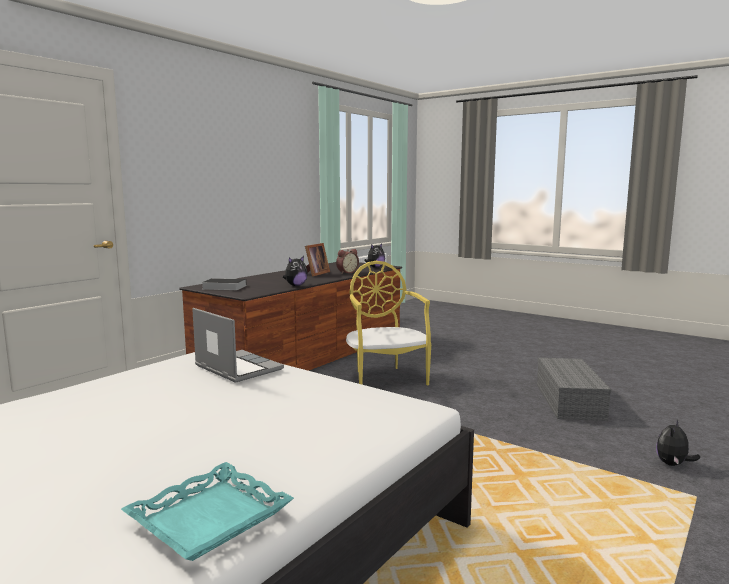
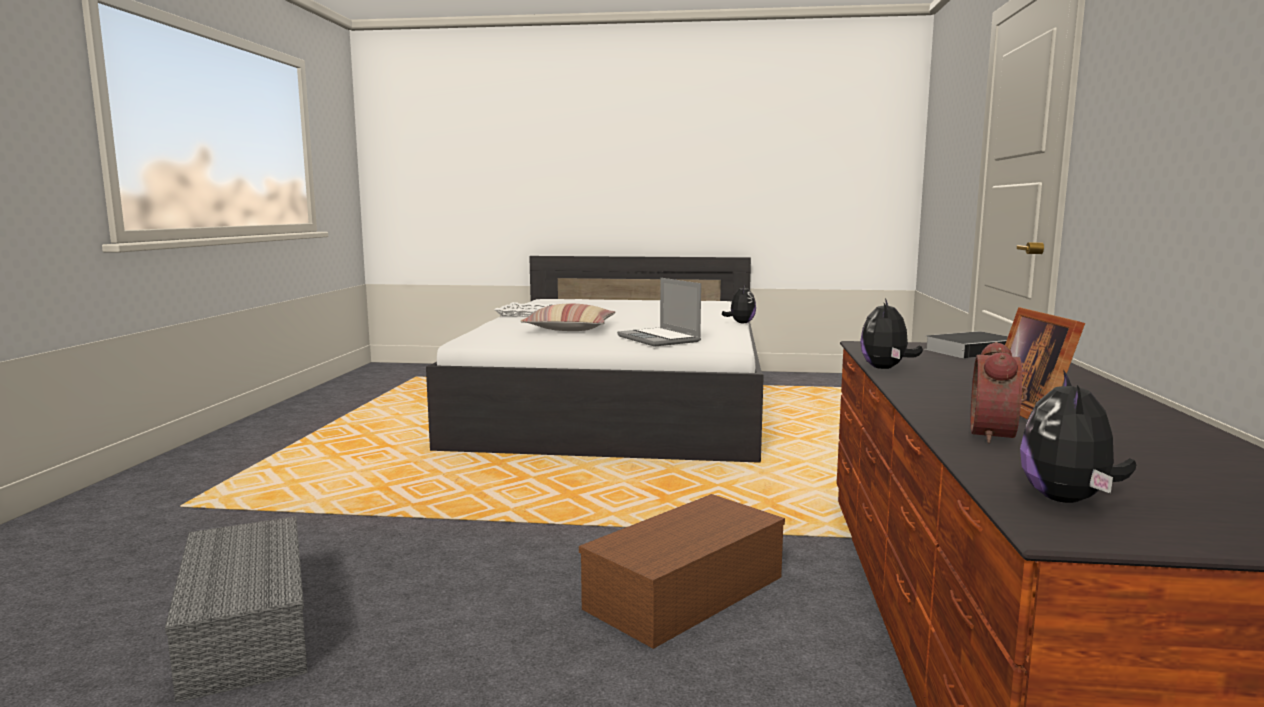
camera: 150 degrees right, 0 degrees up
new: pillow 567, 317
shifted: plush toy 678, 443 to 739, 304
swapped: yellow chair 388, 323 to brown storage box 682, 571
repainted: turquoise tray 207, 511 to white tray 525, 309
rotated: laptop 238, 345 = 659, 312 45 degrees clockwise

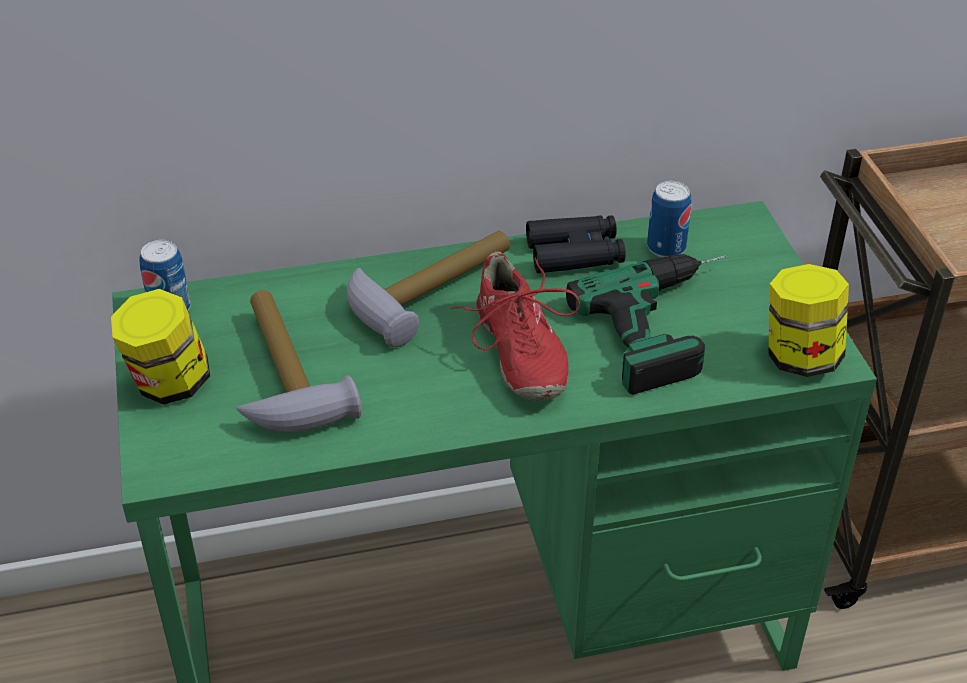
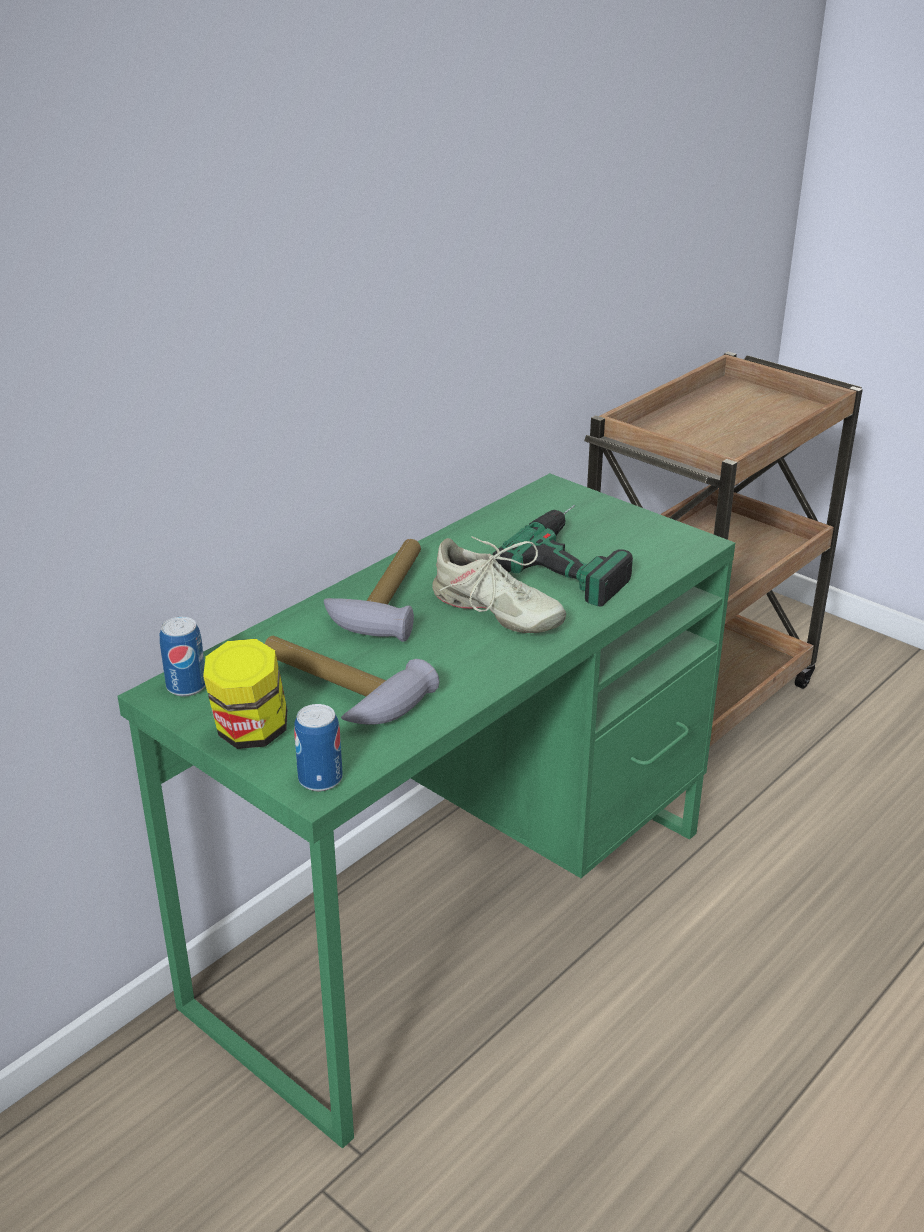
camera: 35 degrees left, 10 degrees down
gone: black binoculars 576, 244; jar 809, 320
shifted: can 669, 219 to 318, 747
repainted: red shoe 515, 326 to beige shoe 499, 584

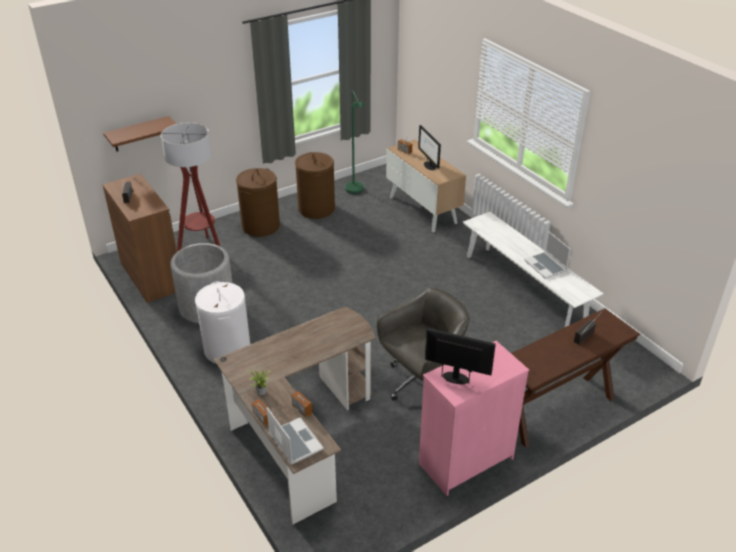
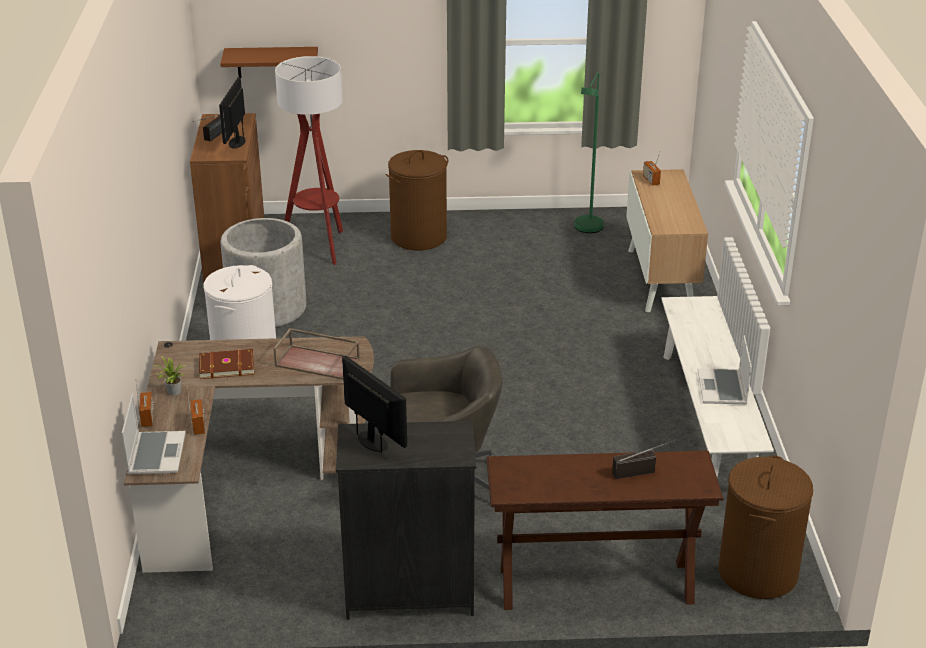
camera: 30 degrees right, 5 degrees down
new: brown tray 316, 354; brown book 226, 364
shifted: monitor 429, 147 to 232, 113; brown laundry basket 315, 185 to 765, 527
repainted: pink dresser 474, 418 to black dresser 406, 520

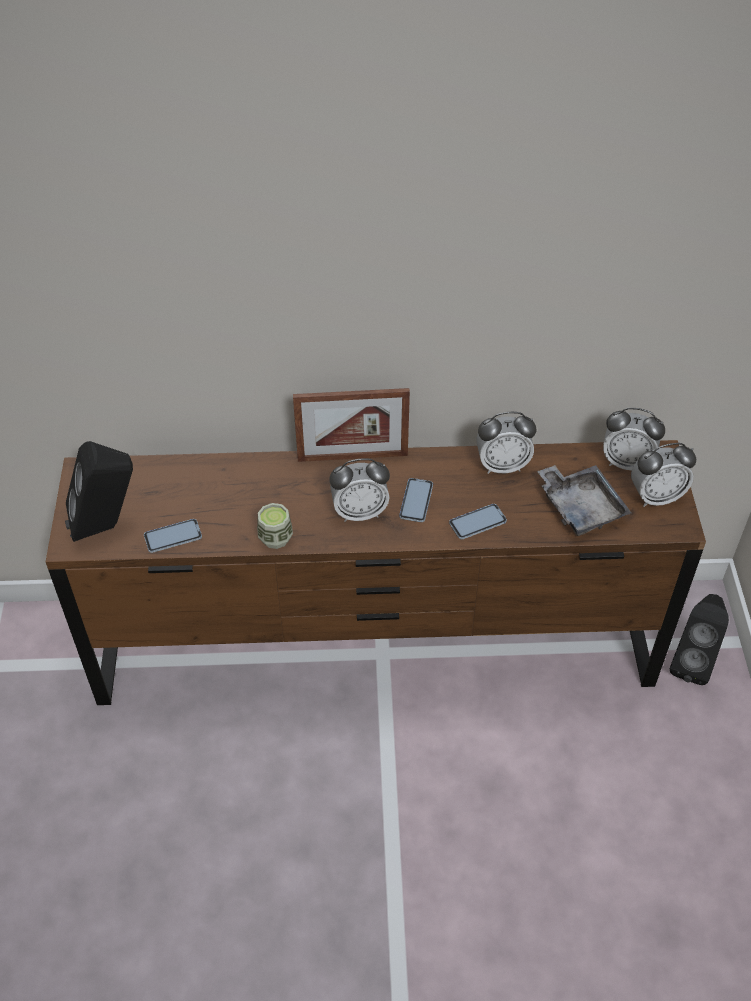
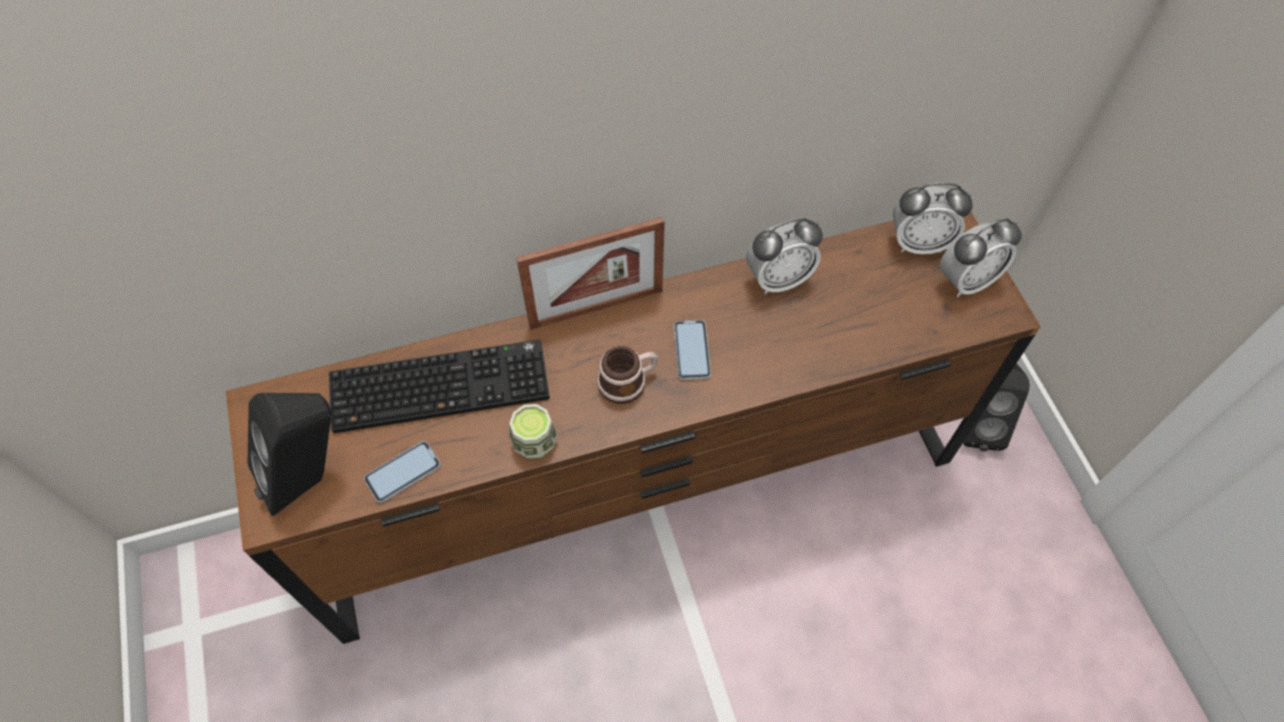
camera: 15 degrees left, 10 degrees up
gone: grey tray 584, 500; phone 478, 521
new: keyboard 439, 386
swapped: alarm clock 359, 490 to mug 627, 375

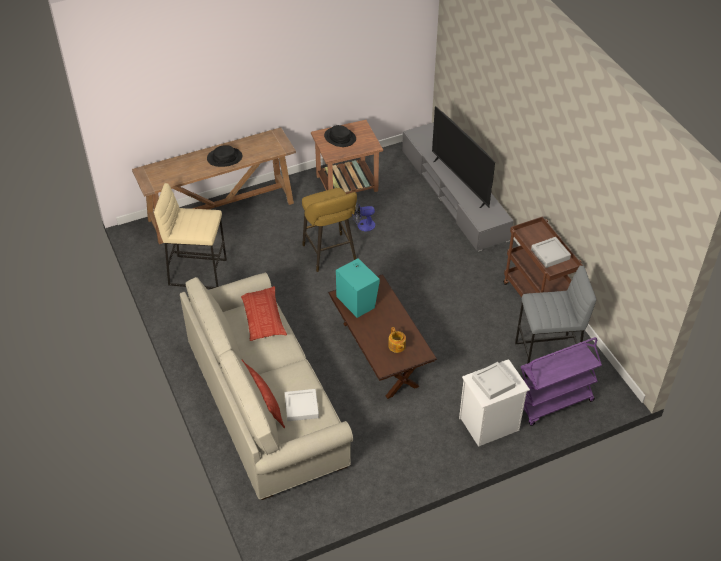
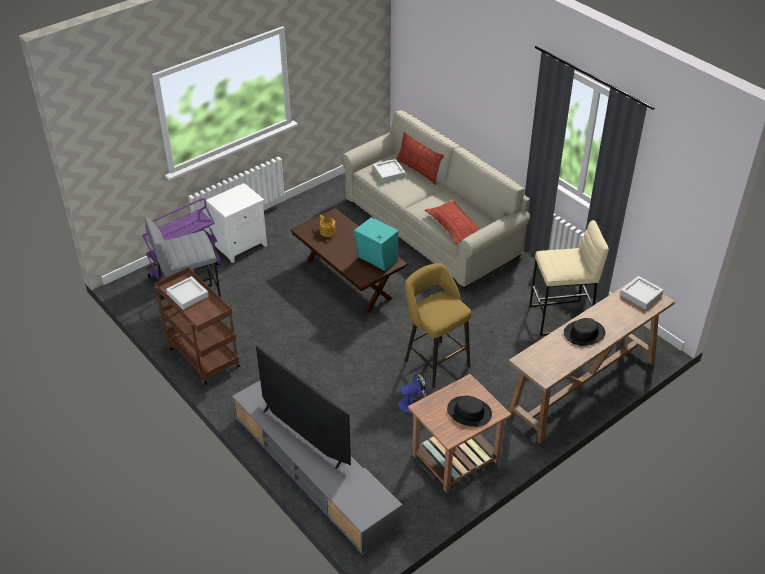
camera: 165 degrees right, 5 degrees down
shifted: grey tray 494, 381 to 642, 293

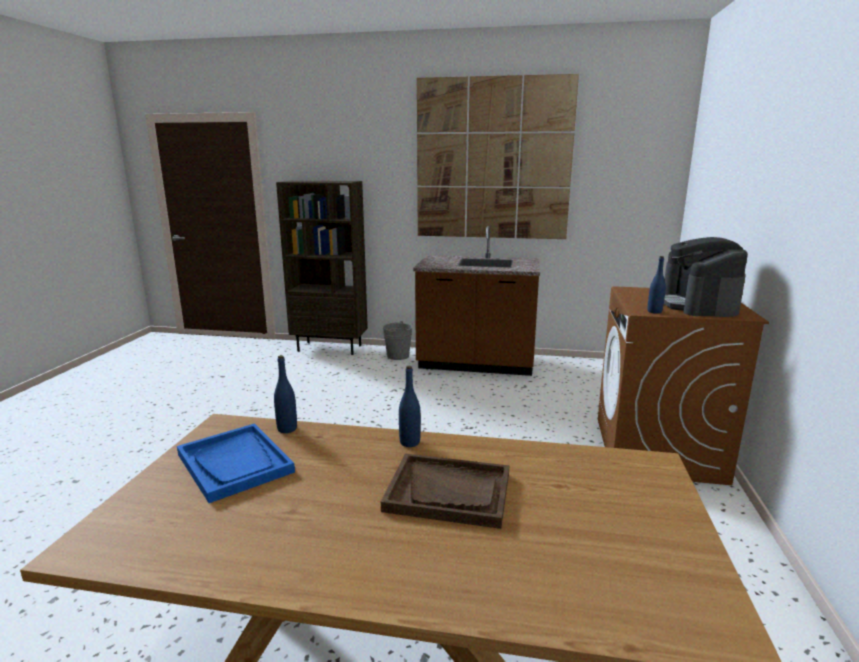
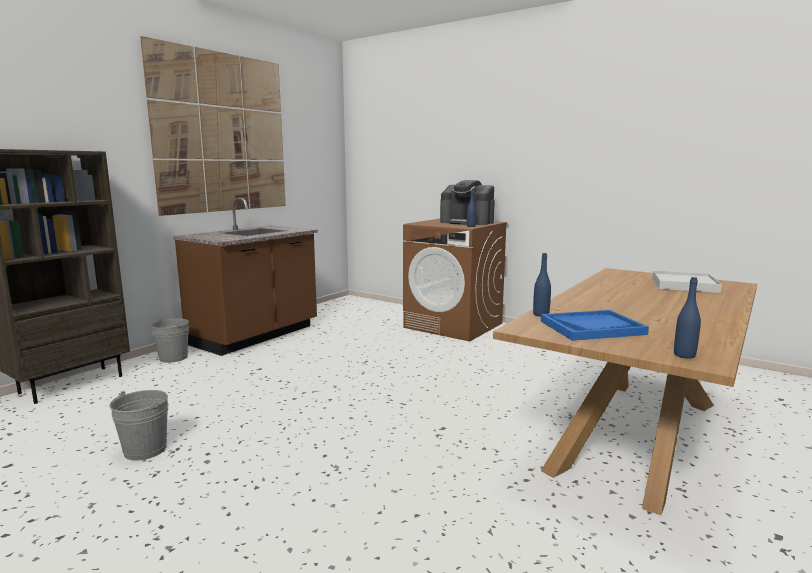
camera: 65 degrees left, 5 degrees down
gone: brown tray 445, 491
new: white tray 687, 282; grey bucket 138, 425
shifted: blue bottle 410, 406 to 687, 318

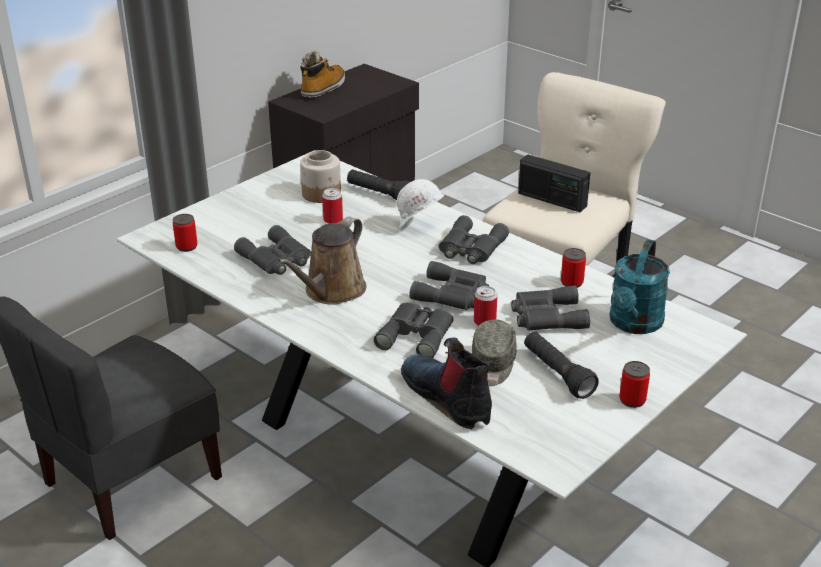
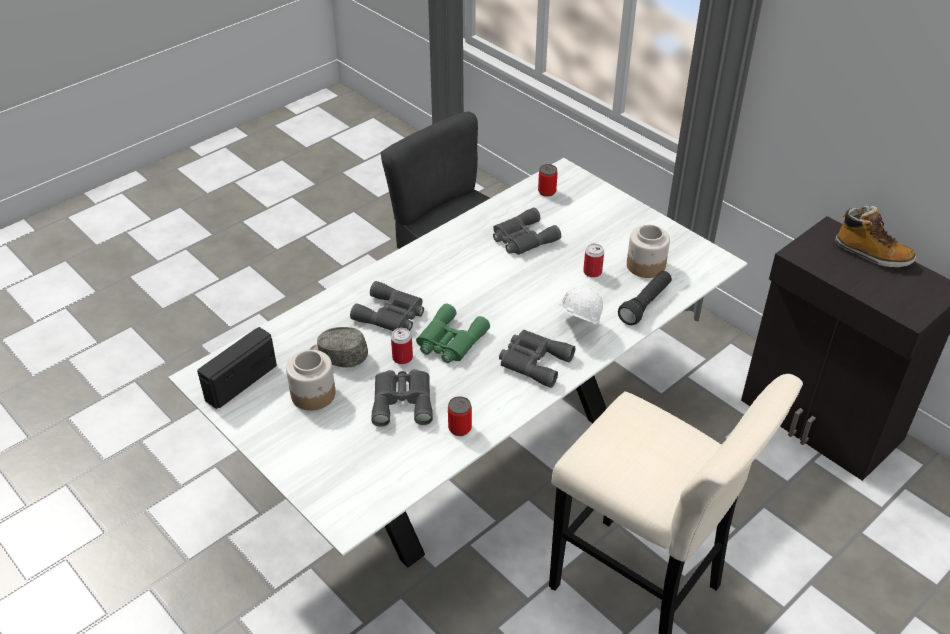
camera: 95 degrees right, 10 degrees up
gone: brown watering can 322, 261; turquoise watering can 639, 286; boot 447, 383; can 634, 384
shifted: radio 554, 183 to 237, 368
swapped: black flashlight 561, 365 to jar 310, 380
repainted: grey binoculars 449, 285 to green binoculars 453, 333

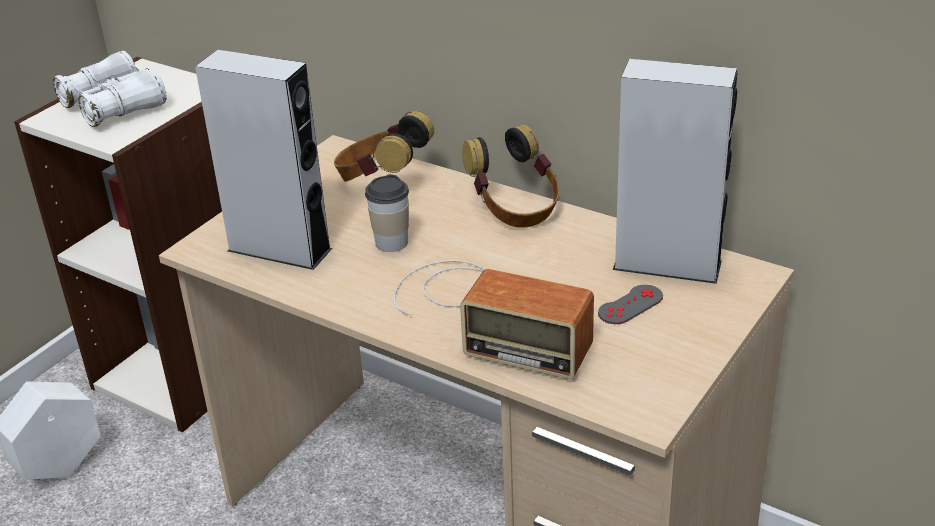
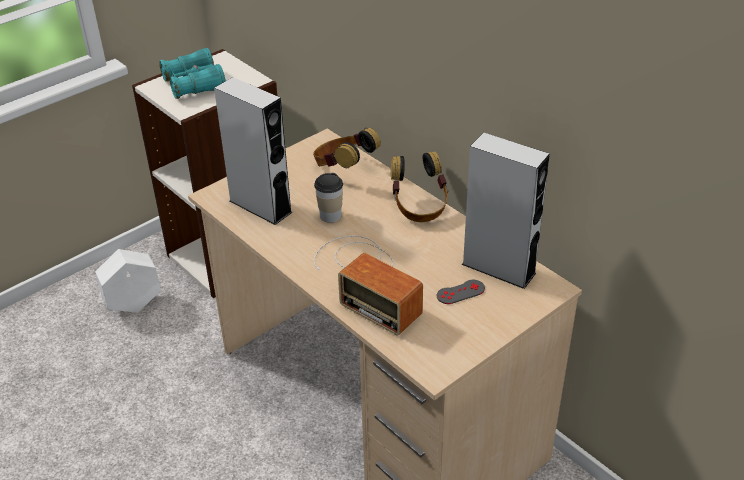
camera: 15 degrees right, 5 degrees up
repainted: white binoculars 110, 89 to turquoise binoculars 192, 73

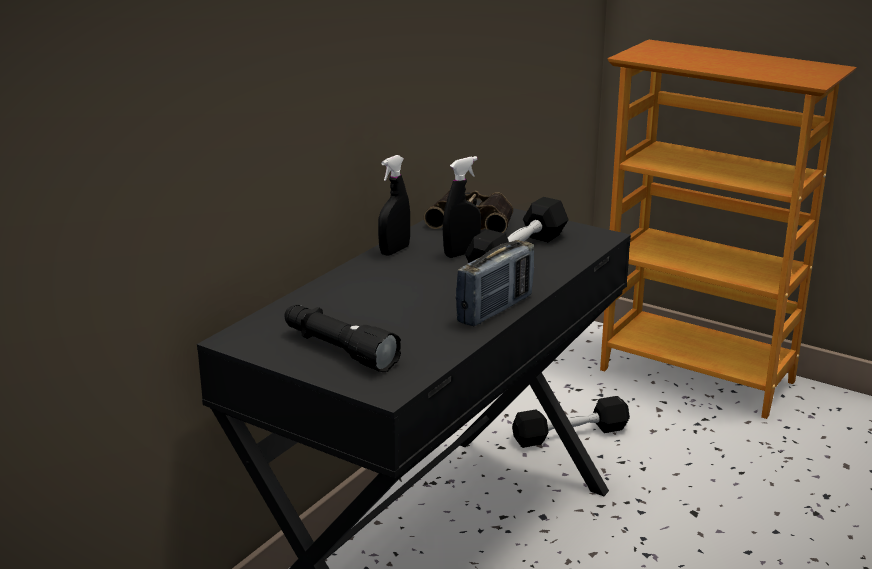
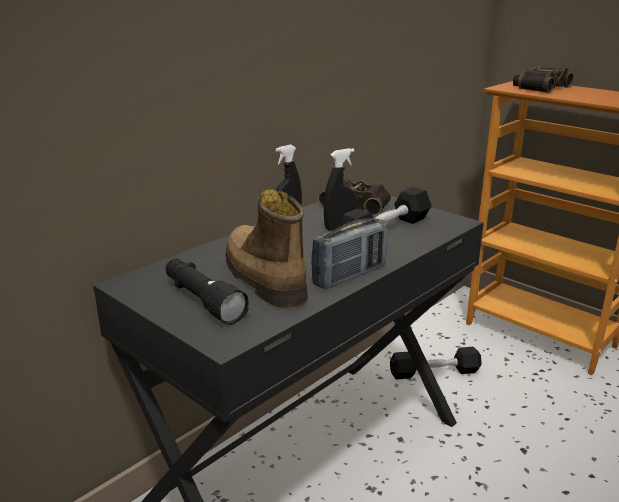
camera: 10 degrees right, 0 degrees up
new: binoculars 543, 79; boot 267, 249

